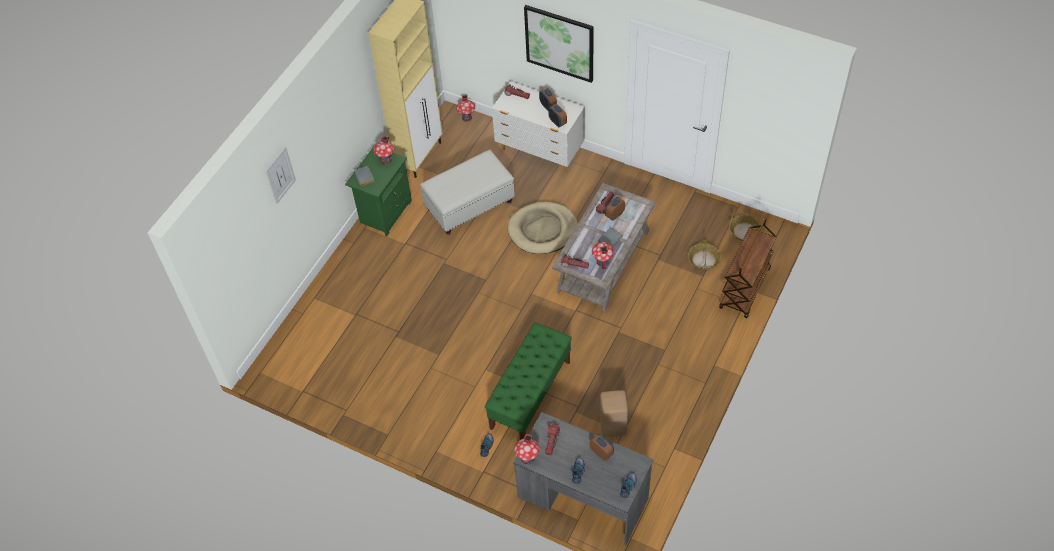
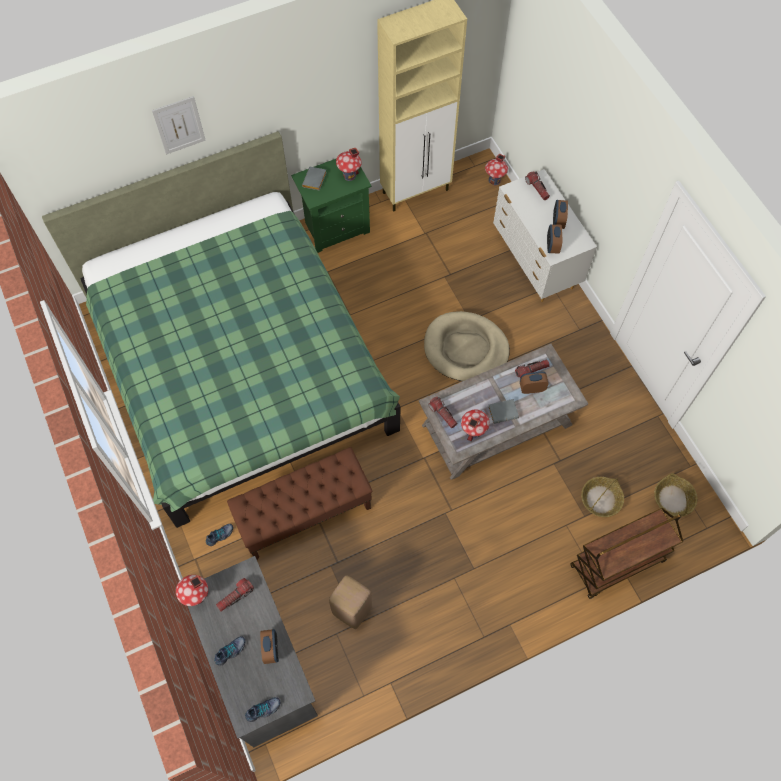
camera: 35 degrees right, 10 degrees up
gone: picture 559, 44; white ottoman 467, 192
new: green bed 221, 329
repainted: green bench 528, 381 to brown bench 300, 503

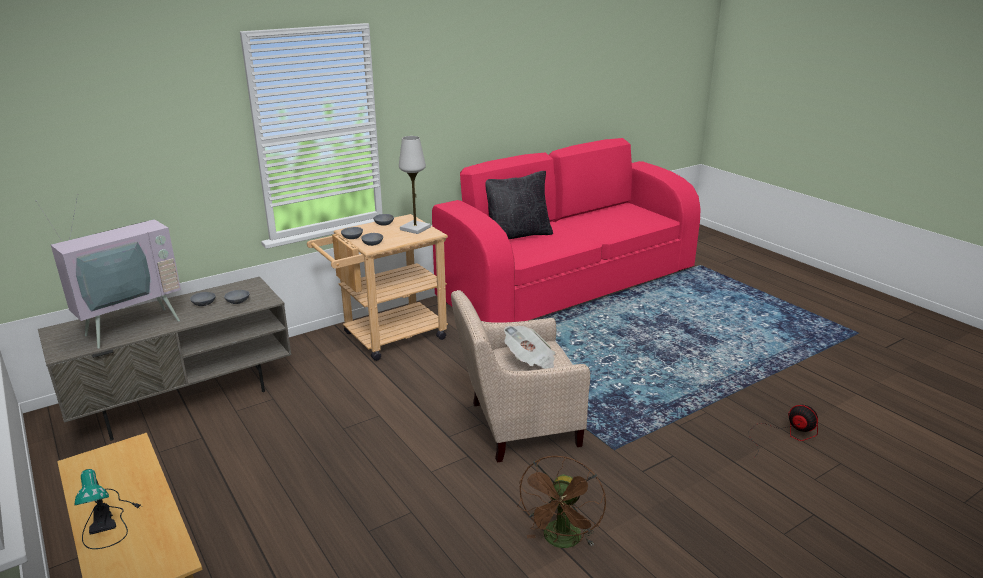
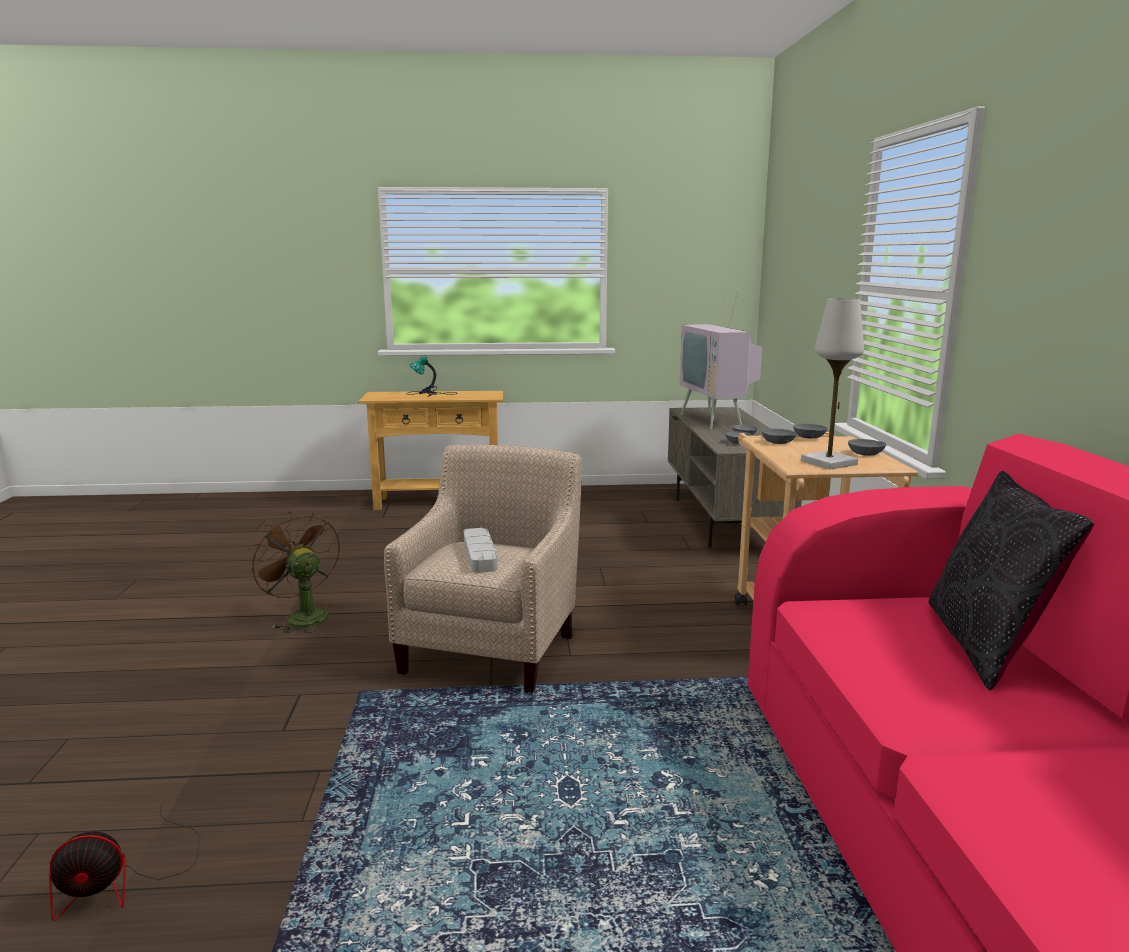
camera: 120 degrees right, 10 degrees down
swapped: newspaper 530, 347 to grey tray 481, 550

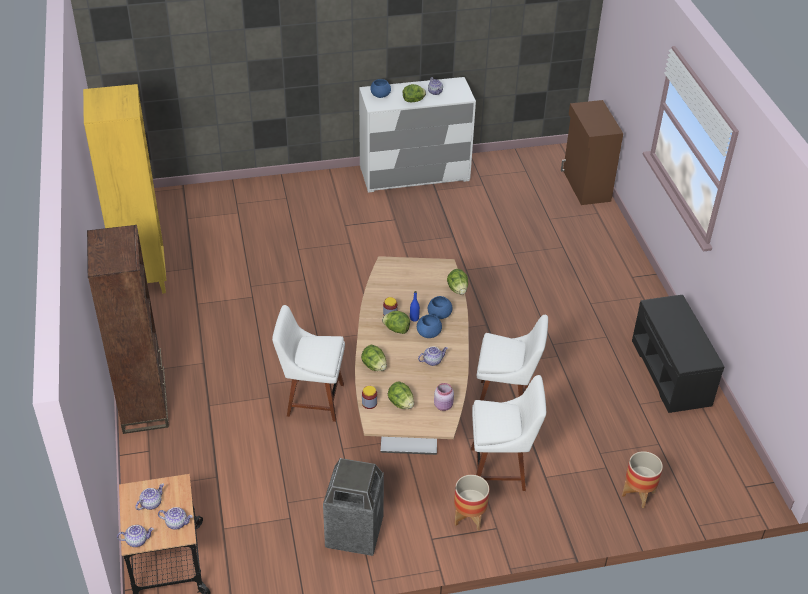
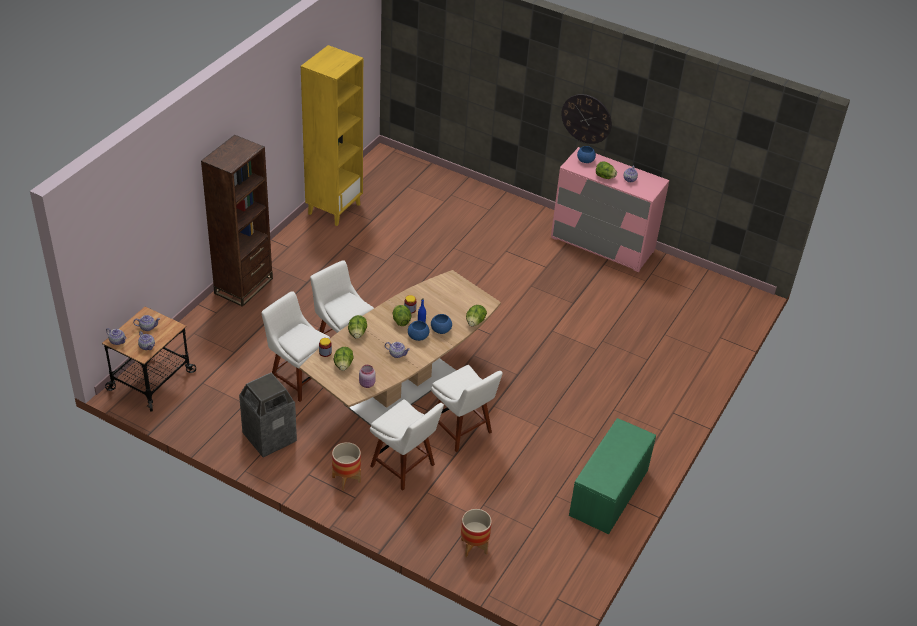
camera: 40 degrees right, 0 degrees up
gone: brown cabinet 592, 152
new: wall clock 587, 119; white chair 295, 346
repainted: white dresser 417, 135 to pink dresser 610, 209; black bench 678, 354 to green bench 612, 476

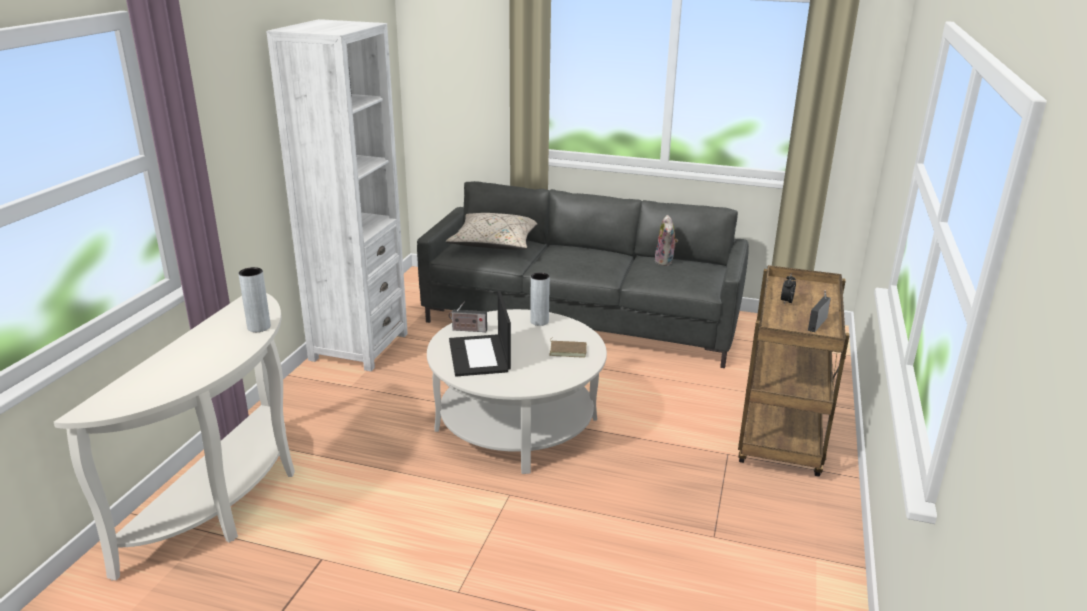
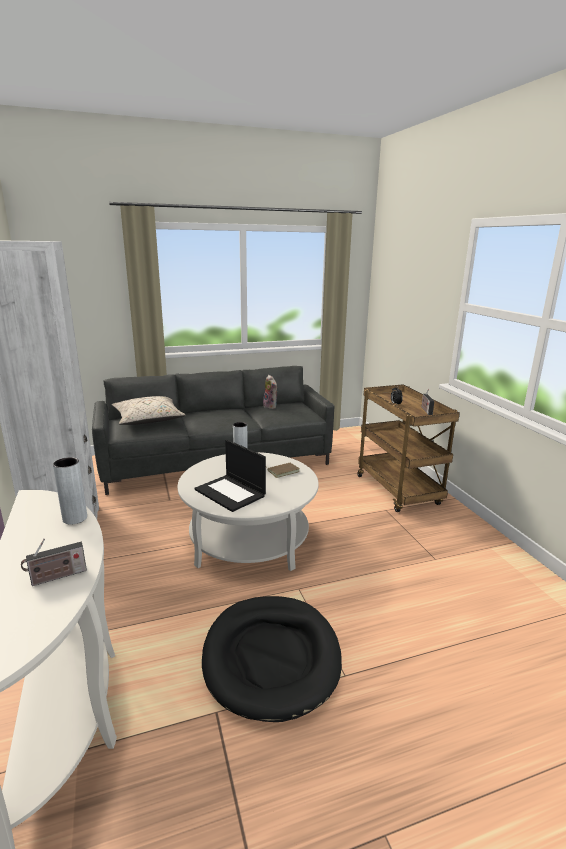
camera: 35 degrees left, 5 degrees down
new: black dog bed 272, 659
shifted: radio 468, 316 to 54, 562

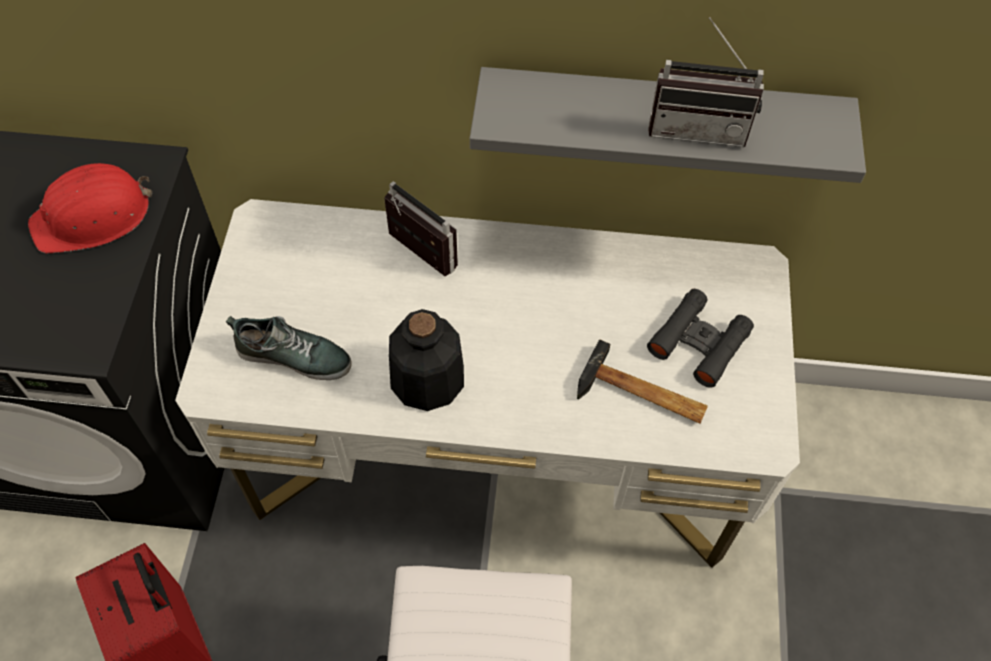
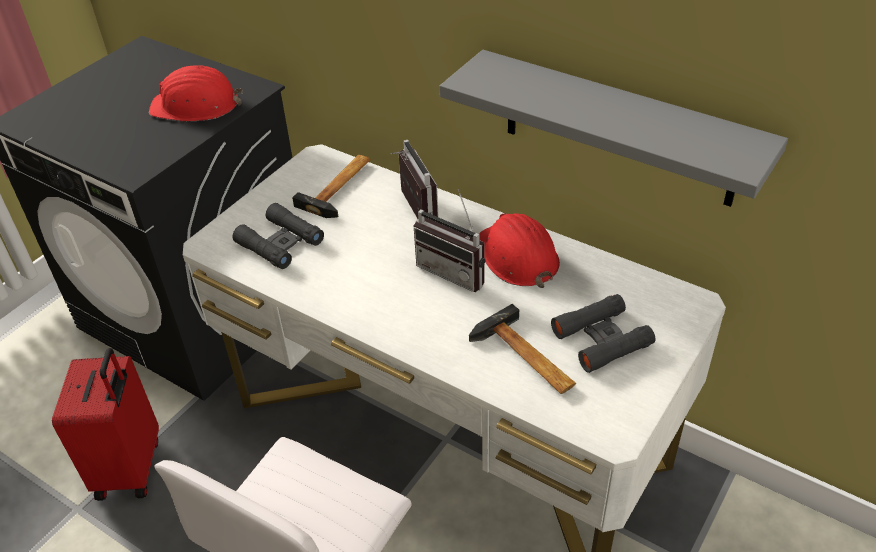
camera: 30 degrees right, 15 degrees down
gone: bottle 426, 360
new: hammer 331, 186; red hard hat 519, 250
shifted: radio 706, 82 to 449, 240
swapped: shoe 289, 348 to black binoculars 278, 236

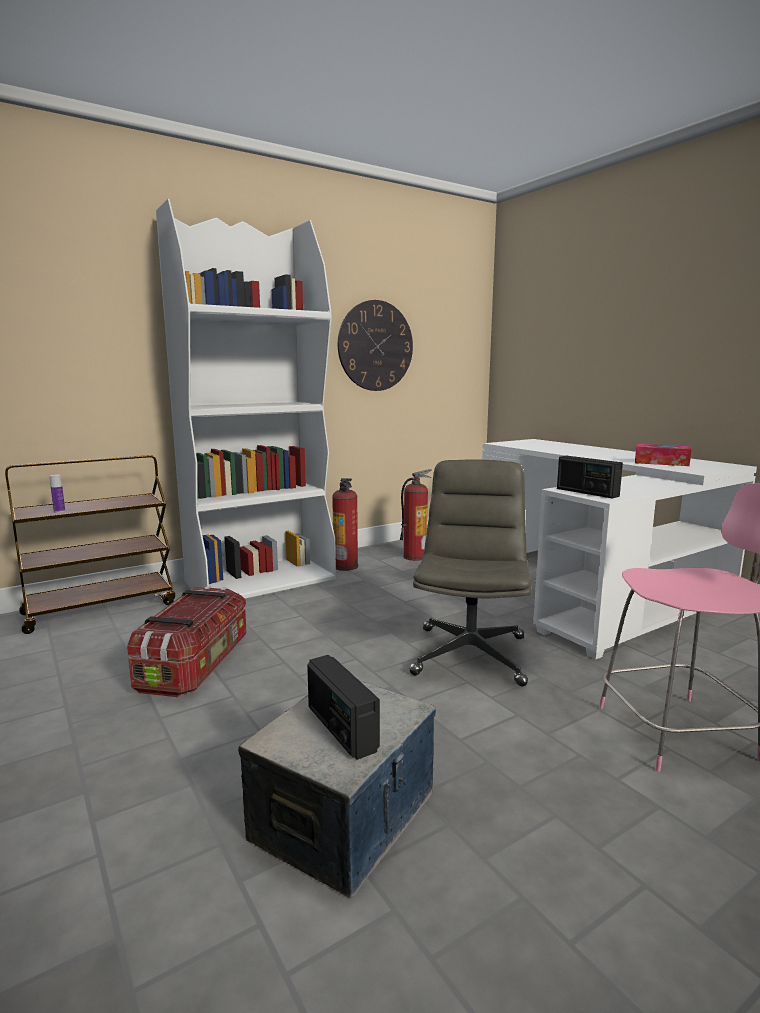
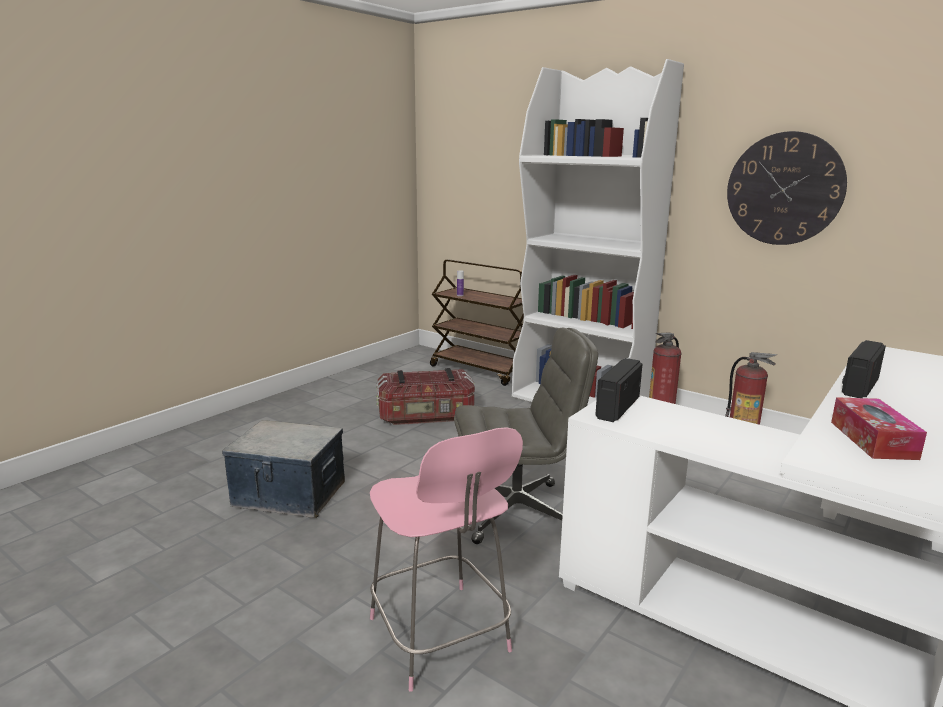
camera: 70 degrees right, 5 degrees up
shifted: radio 343, 707 to 864, 369

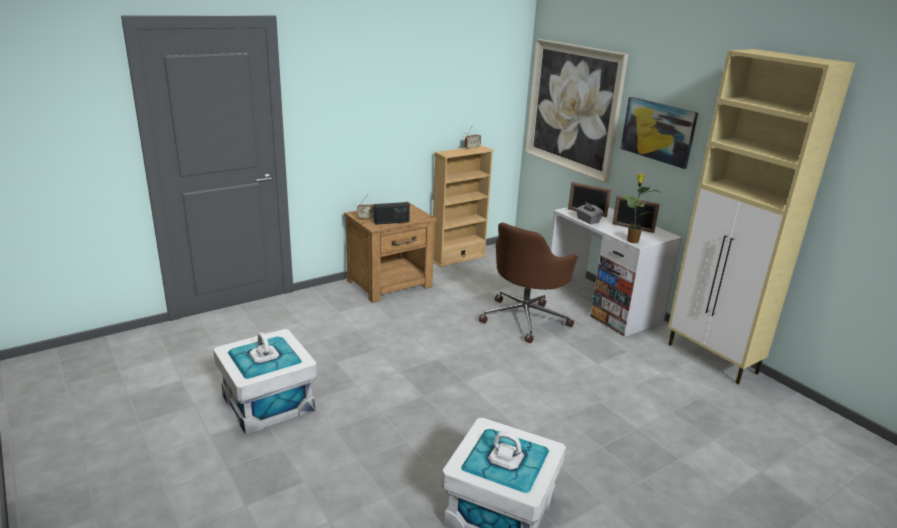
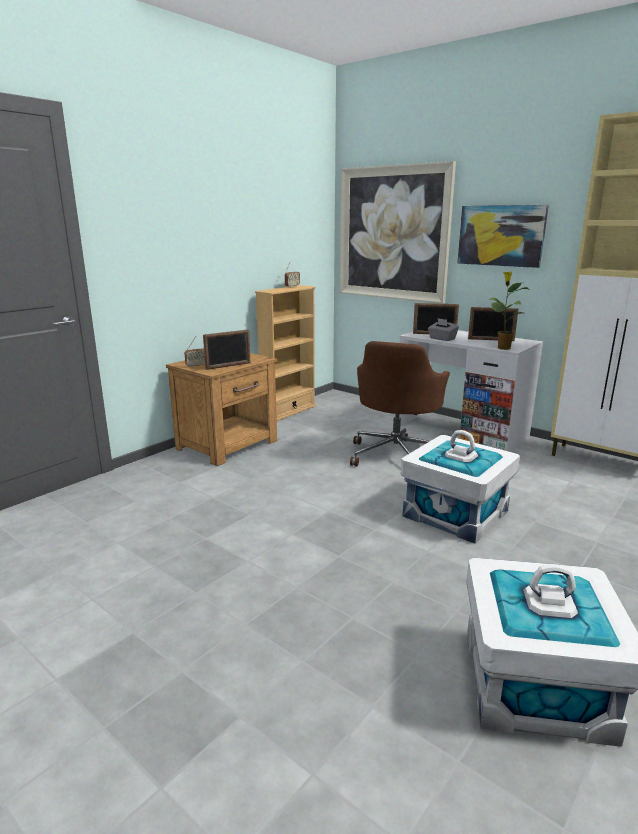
camera: 15 degrees left, 5 degrees down
shifted: white storage box 265, 382 to 460, 487
swapped: radio 392, 213 to picture frame 227, 350

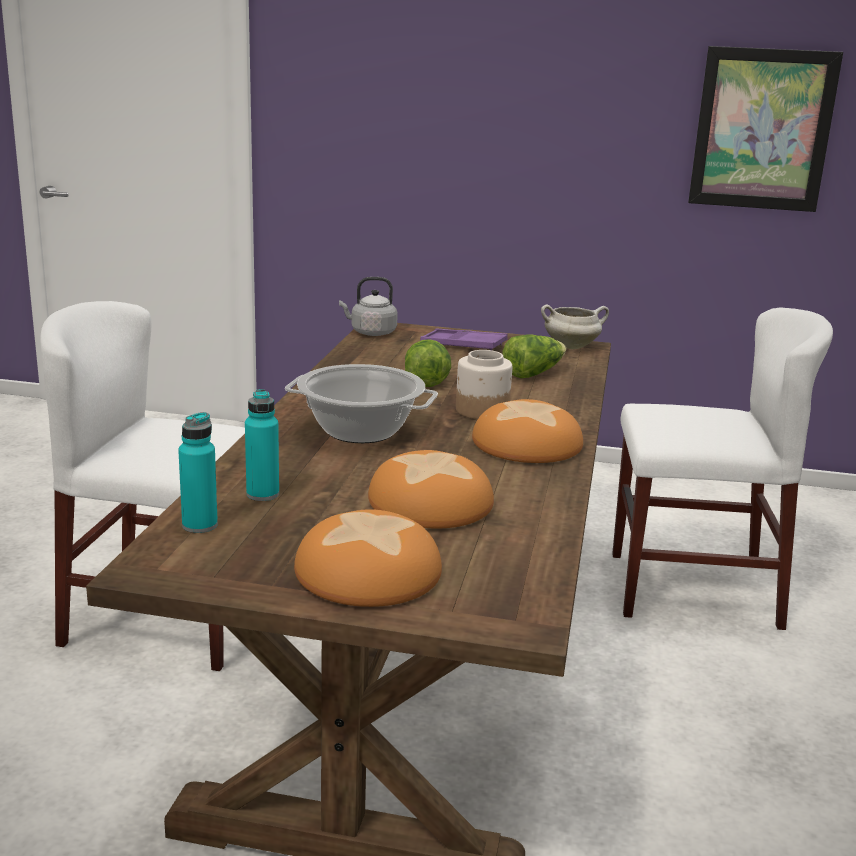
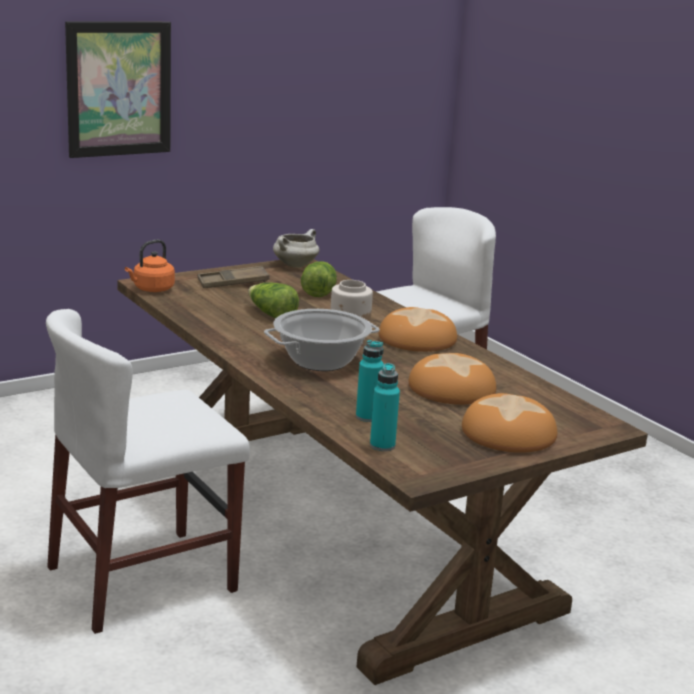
camera: 45 degrees left, 0 degrees up
shifted: picture 765, 129 to 118, 89
repainted: grey kettle 368, 306 to orange kettle 150, 266; purple tray 464, 339 to brown tray 234, 277

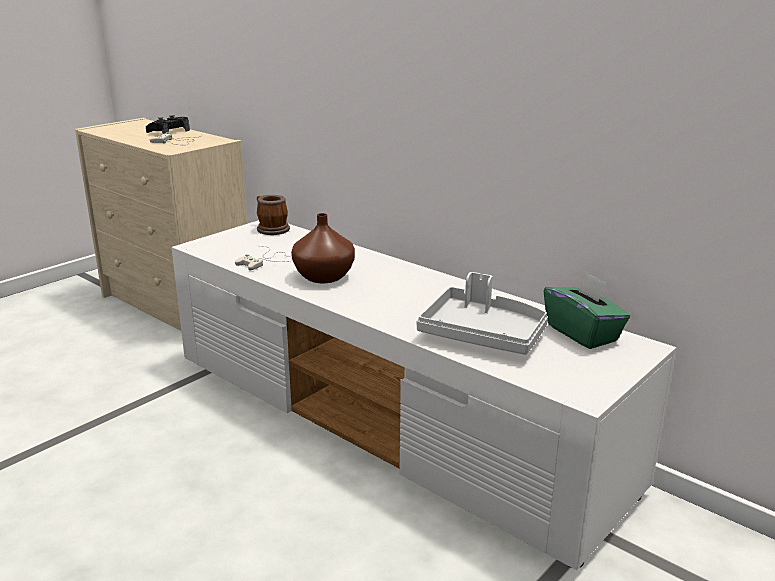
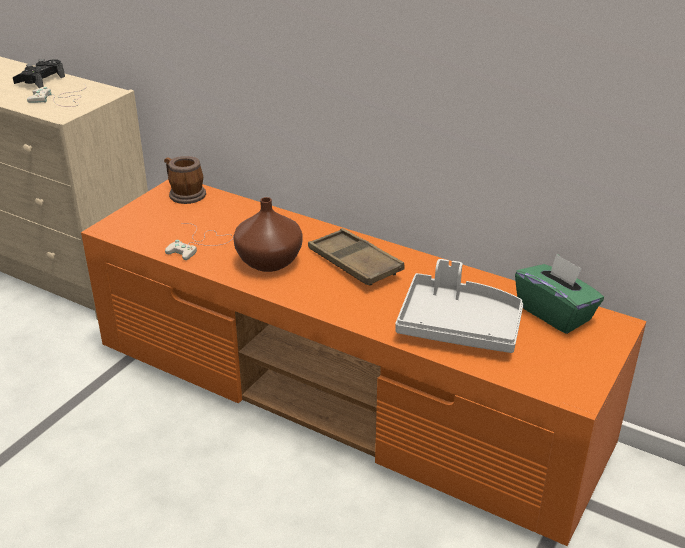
camera: 10 degrees left, 10 degrees up
new: brown tray 356, 256
repainted: white tv stand 424, 395 to orange tv stand 364, 363

